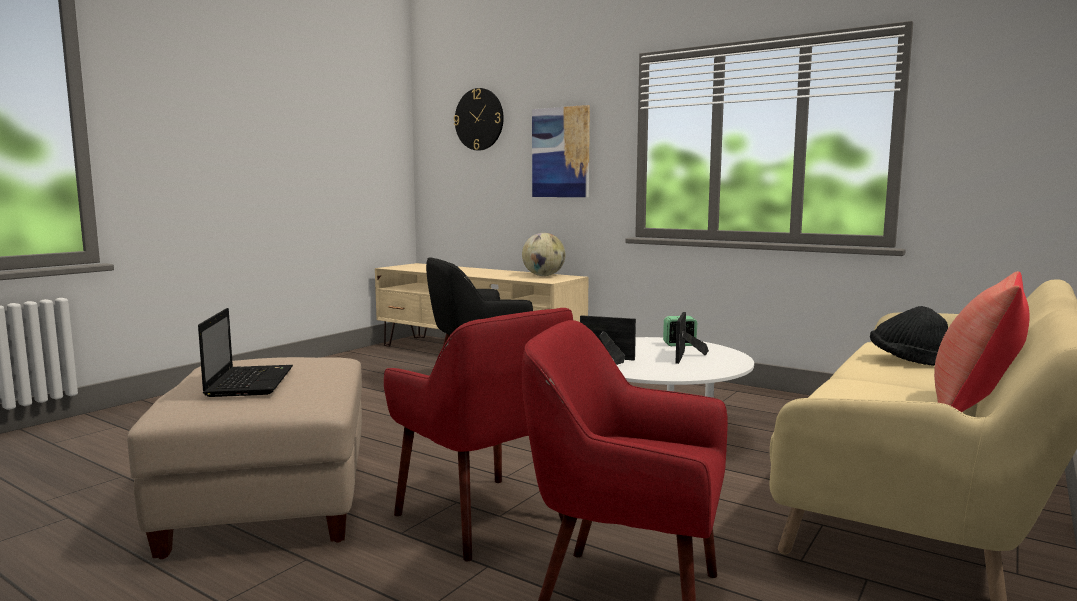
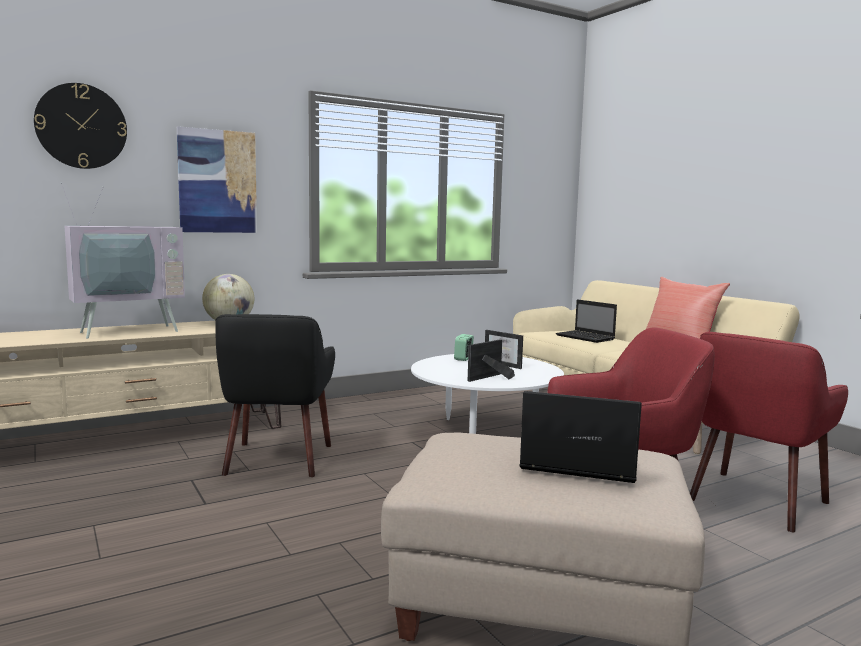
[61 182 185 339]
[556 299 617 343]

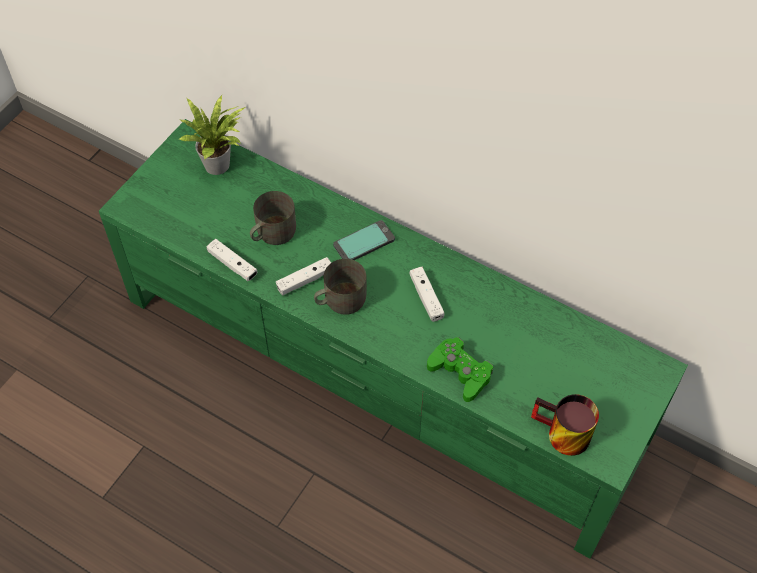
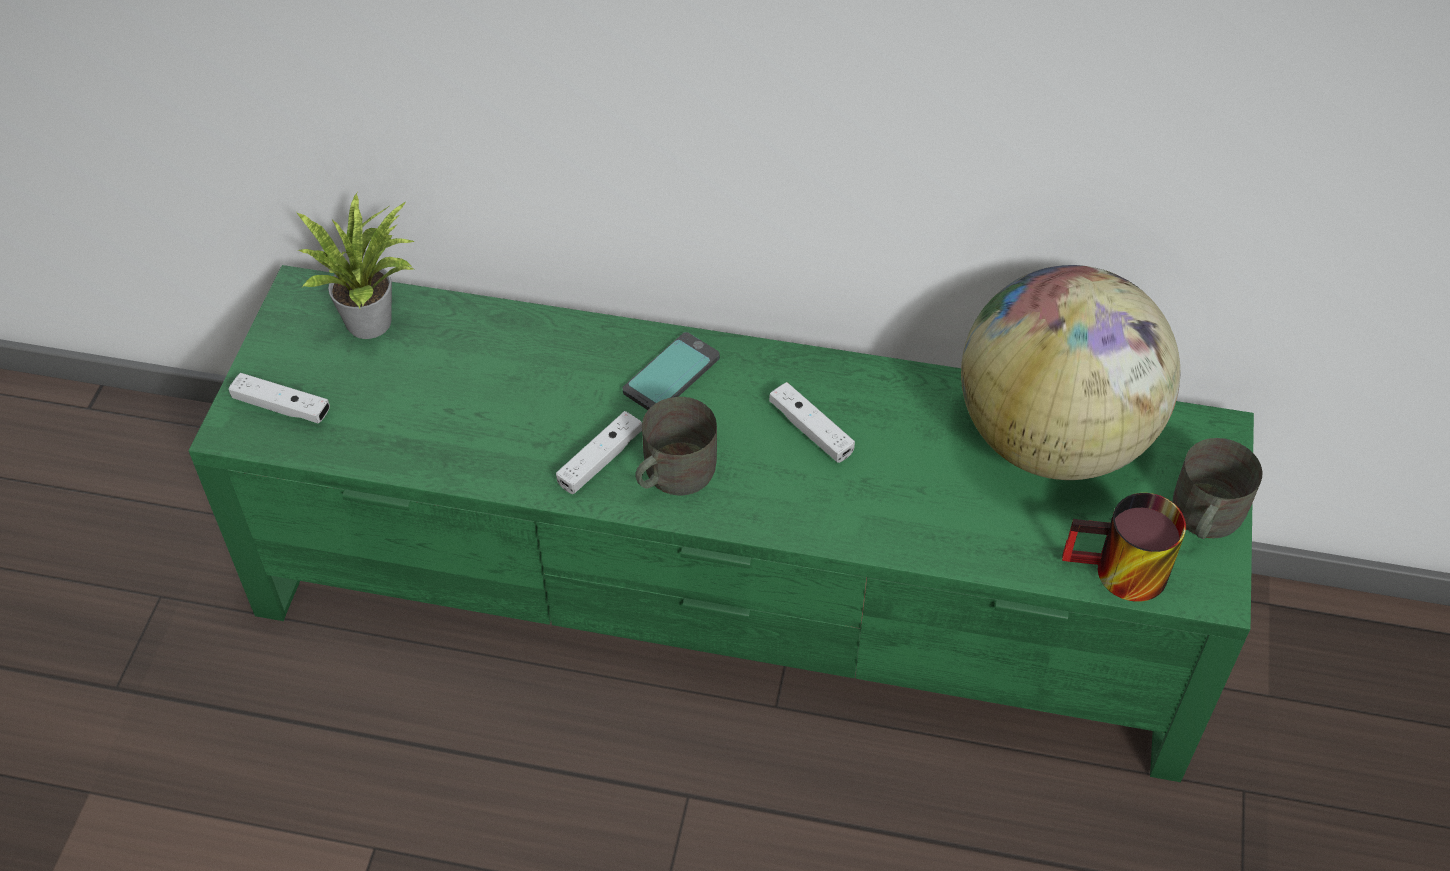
[228 373 330 423]
[961 265 1180 480]
[1173 438 1262 539]
[427 337 493 402] (first image)

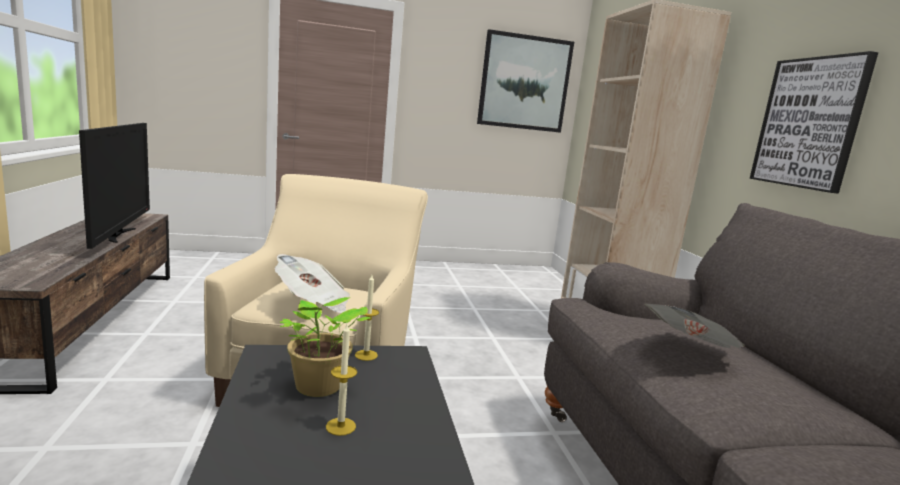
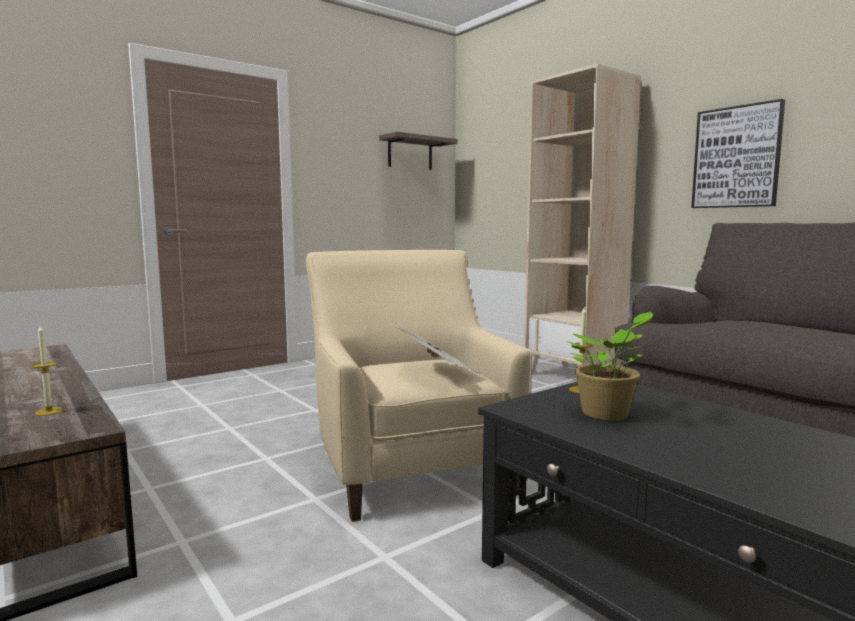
[32 325 63 416]
[379 132 458 170]
[79 123 150 249] (first image)
[644 303 745 349] (first image)

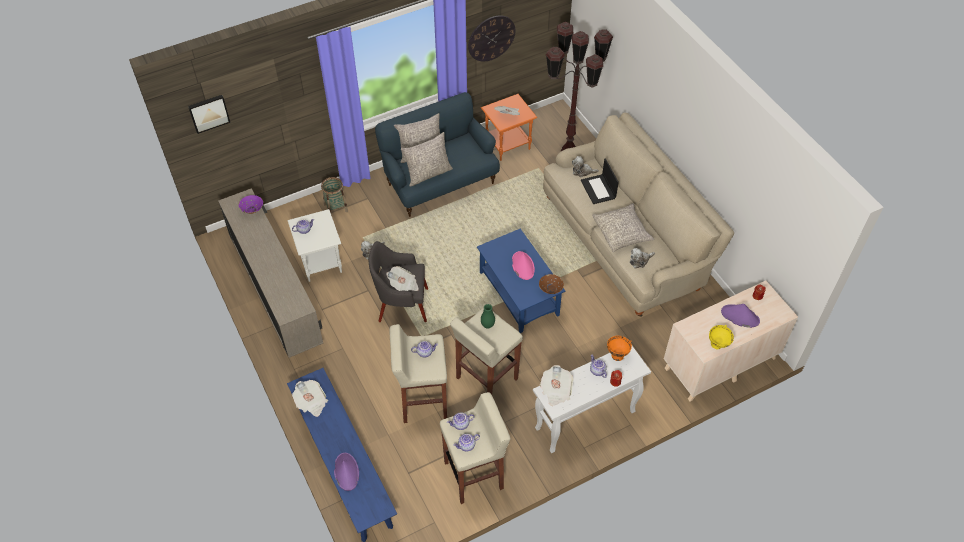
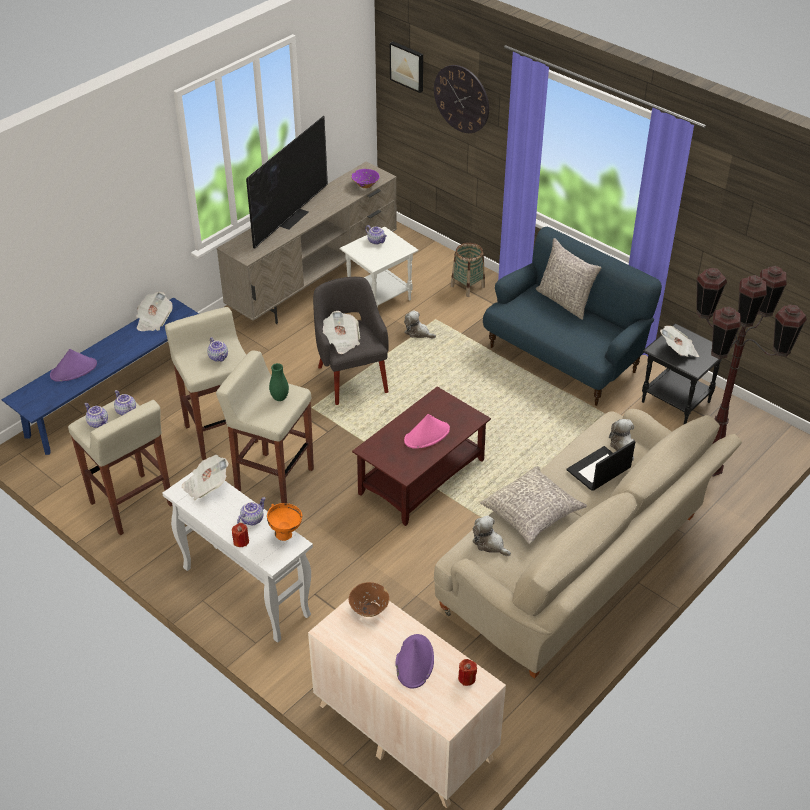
[246 116 328 249]
[349 582 390 617]
[352 387 491 526]
[434 65 489 133]
[642 323 730 424]
[401 132 453 186] (first image)
[709 325 734 350] (first image)

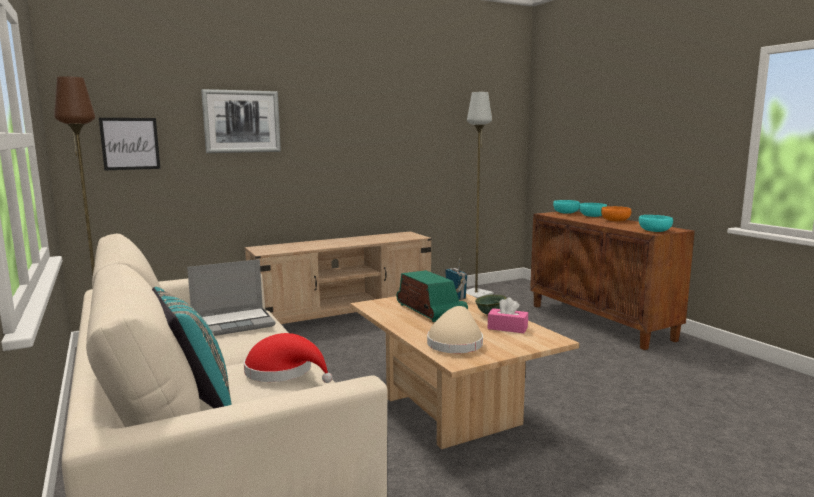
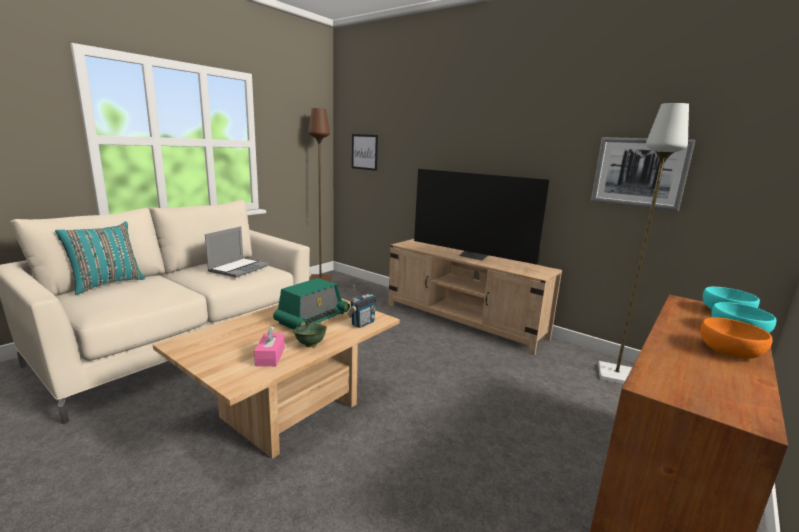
[205 226 269 277]
[414 169 549 265]
[591 137 695 211]
[244 333 332 383] (first image)
[427 306 483 353] (first image)
[639 215 673 232] (first image)

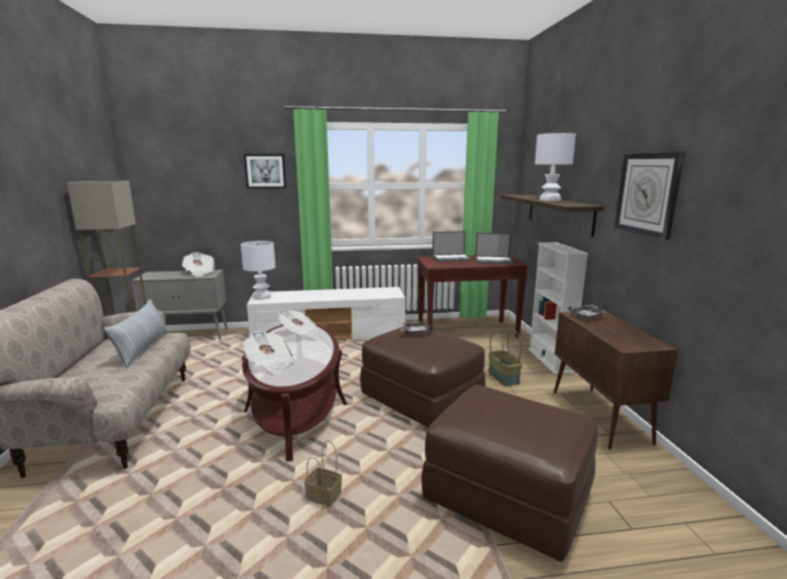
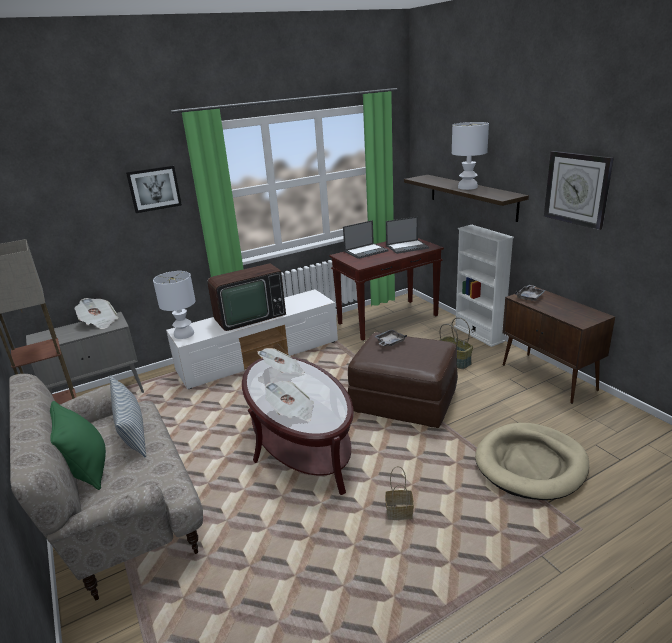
[50 401 106 490]
[207 263 286 331]
[475 423 589 500]

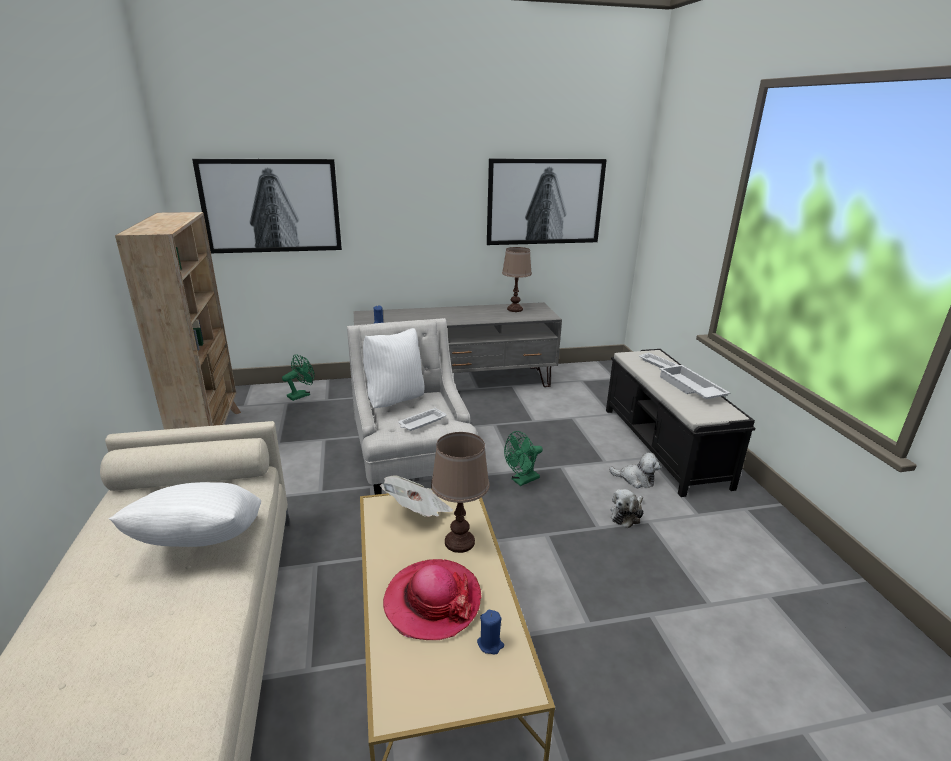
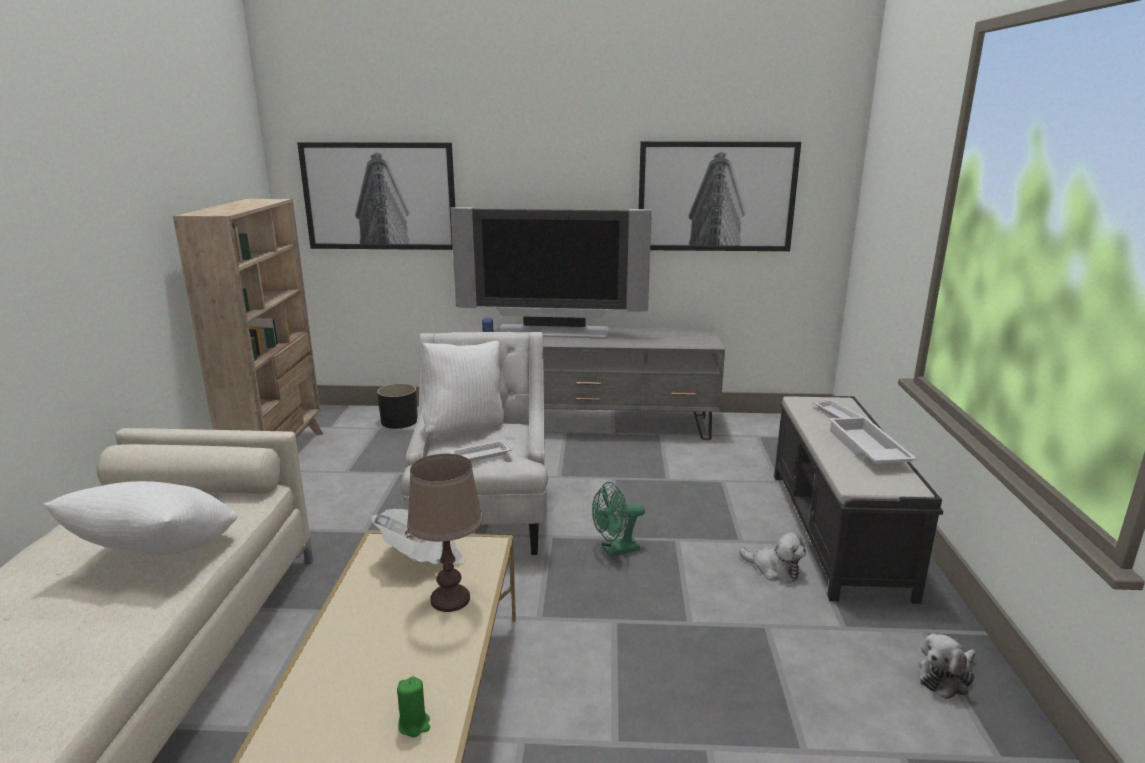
[377 383 418 429]
[397 676 430 737]
[450 207 652 338]
[918 634 976 699]
[383 559 481 640] (first image)
[502 247 532 312] (first image)

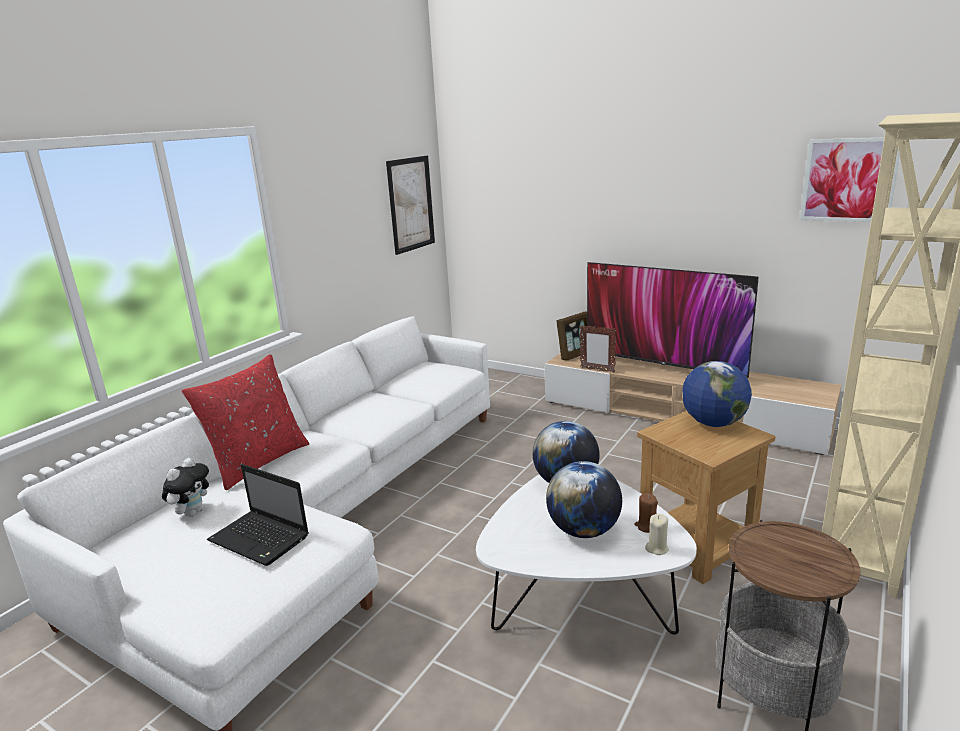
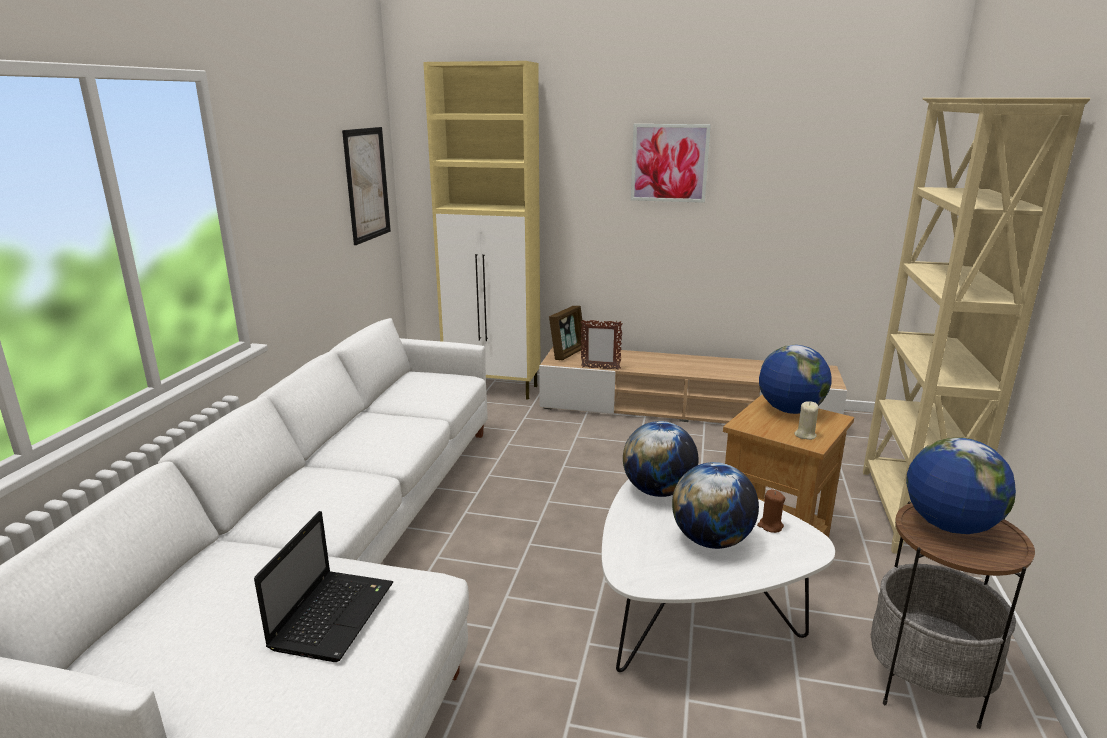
[254 511 393 662]
[423 61 541 400]
[631 124 711 203]
[795 401 819 440]
[906 438 1016 534]
[162 458 209 517] (first image)
[182 354 309 490] (first image)
[587 262 758 378] (first image)

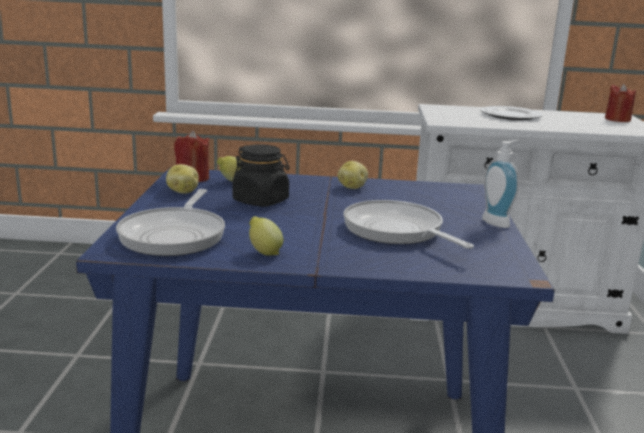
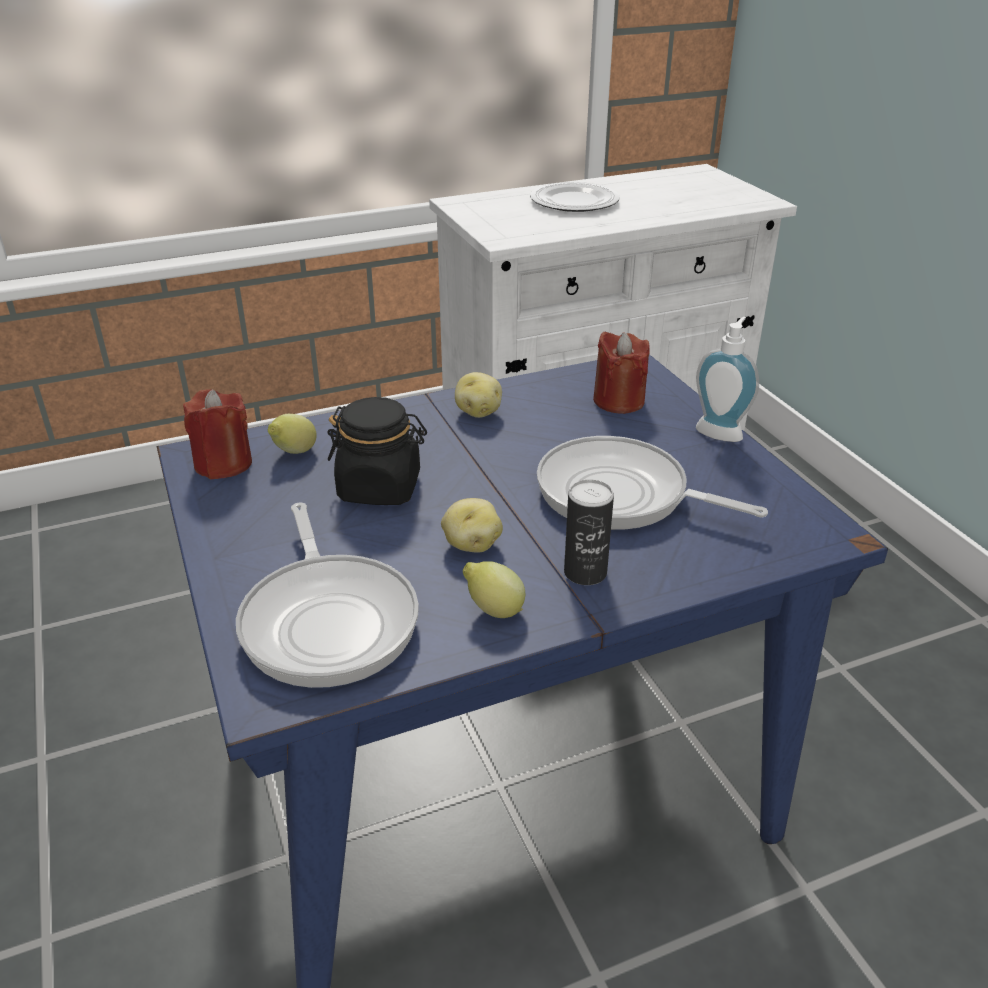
[441 498 503 553]
[564 480 614 585]
[593 331 650 414]

